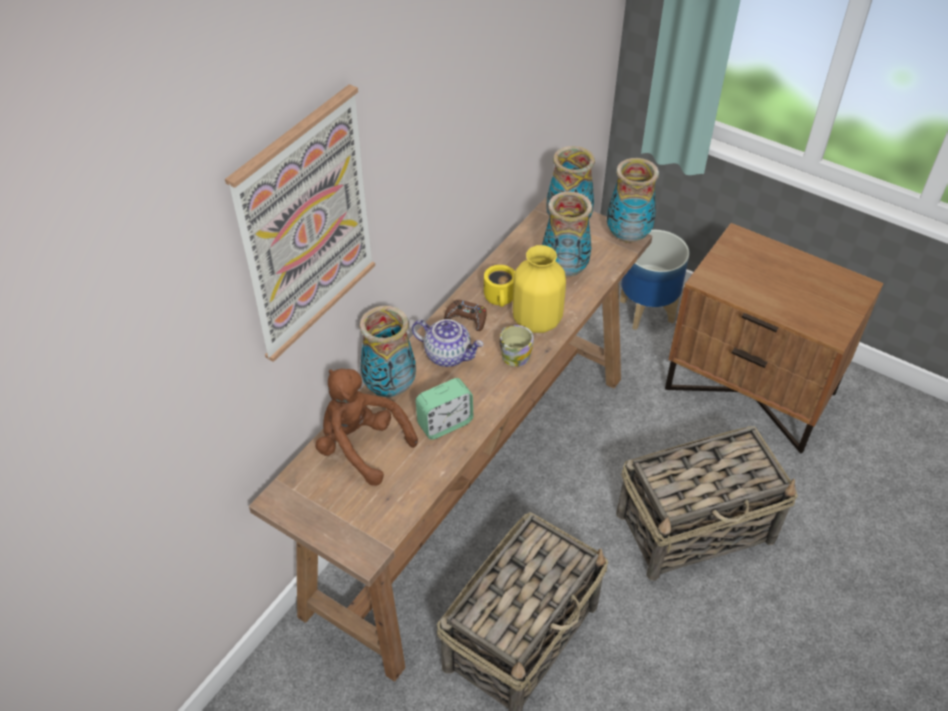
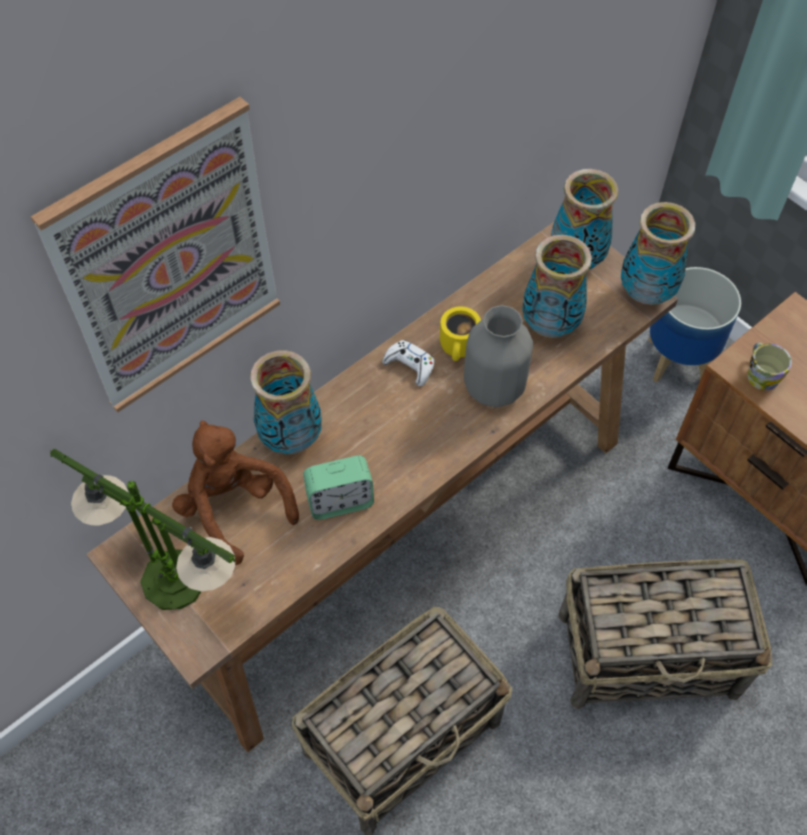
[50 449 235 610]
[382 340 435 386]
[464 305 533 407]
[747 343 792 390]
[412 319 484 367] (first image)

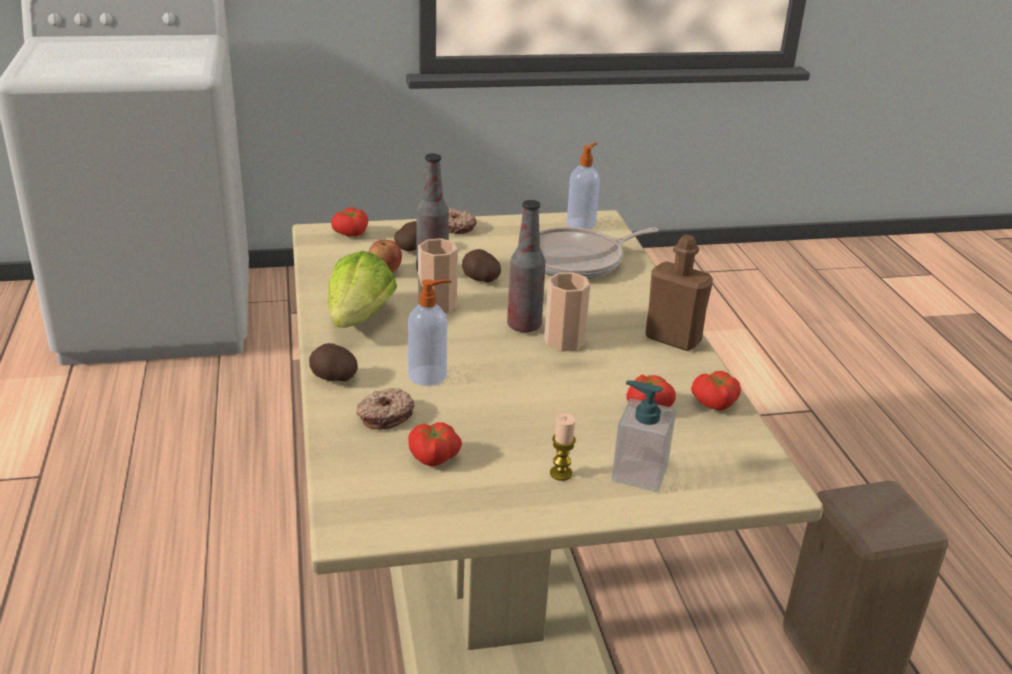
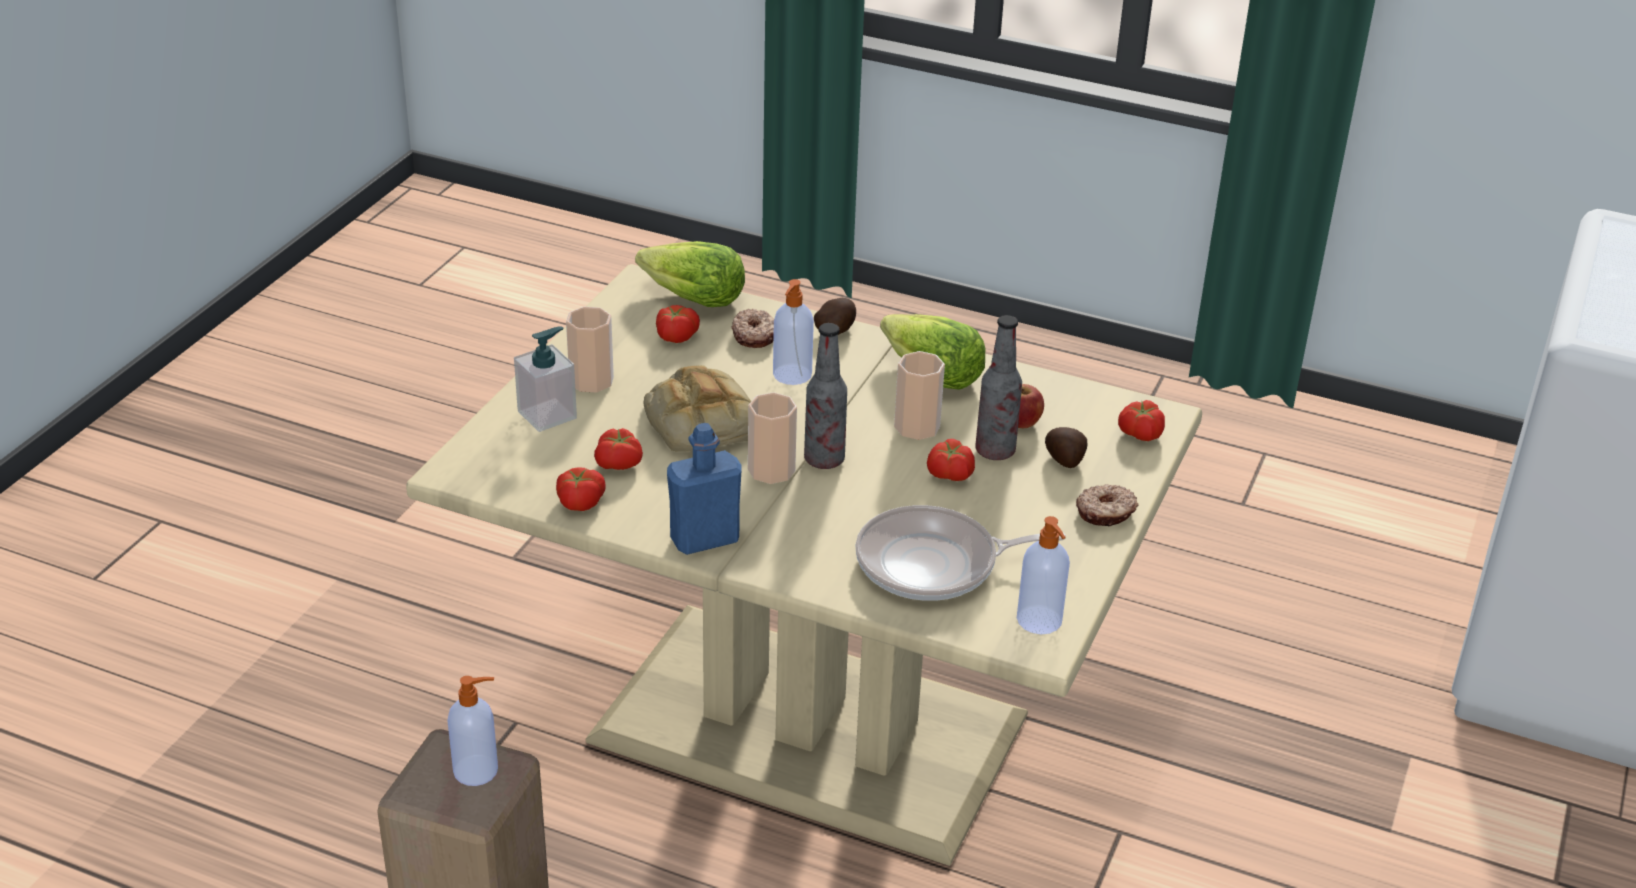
[447 676 498 786]
[566 307 614 393]
[635 241 745 307]
[644 365 751 452]
[667 423 742 555]
[856 505 1066 601]
[927 439 975 481]

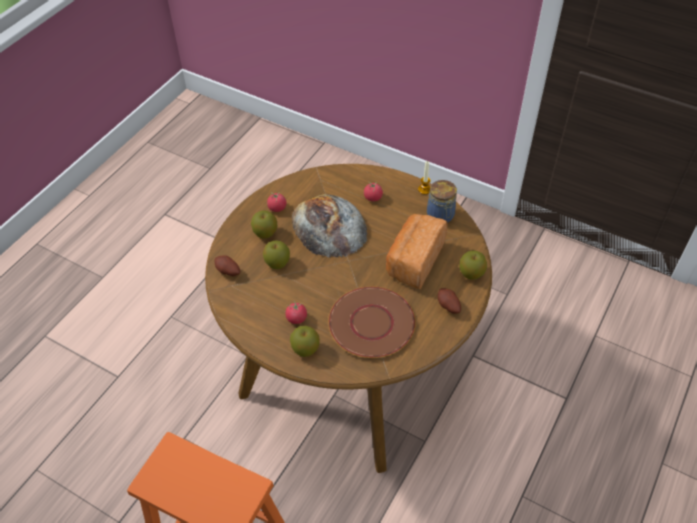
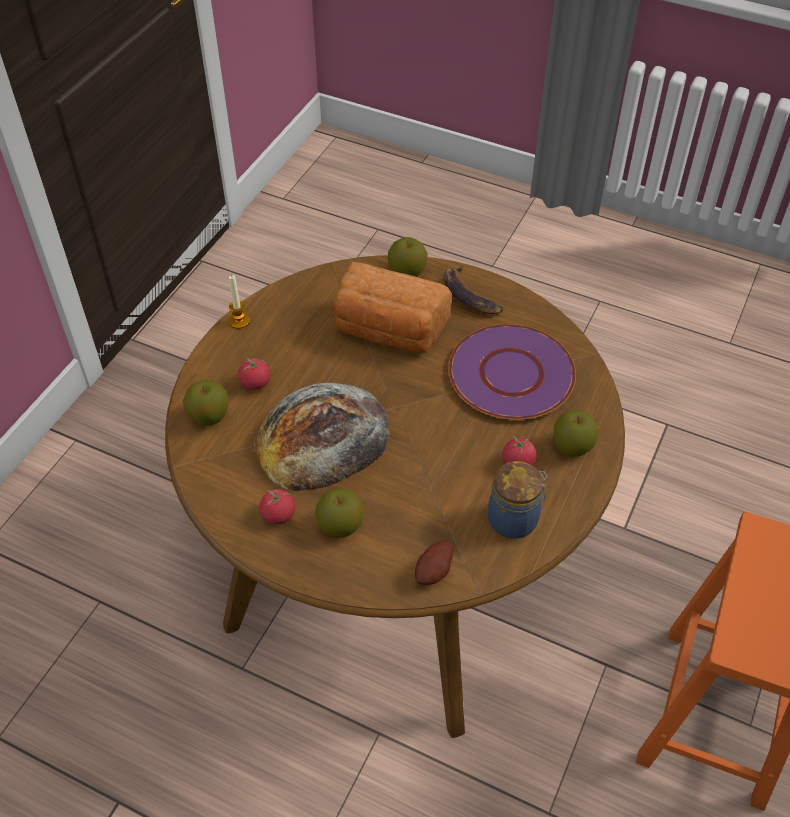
[183 380 228 426]
[444 265 503 314]
[448 324 576 420]
[488 461 548 539]

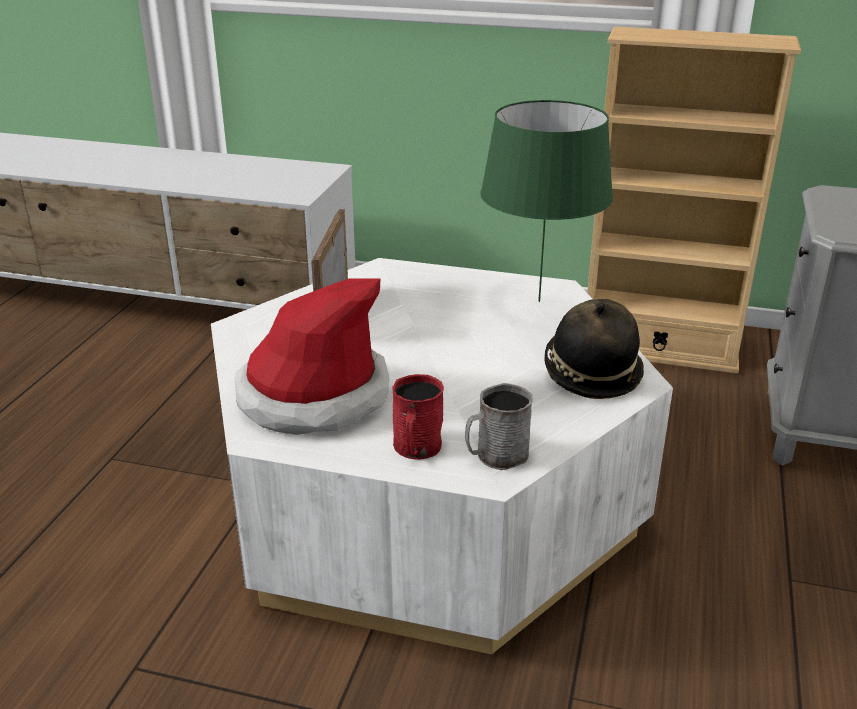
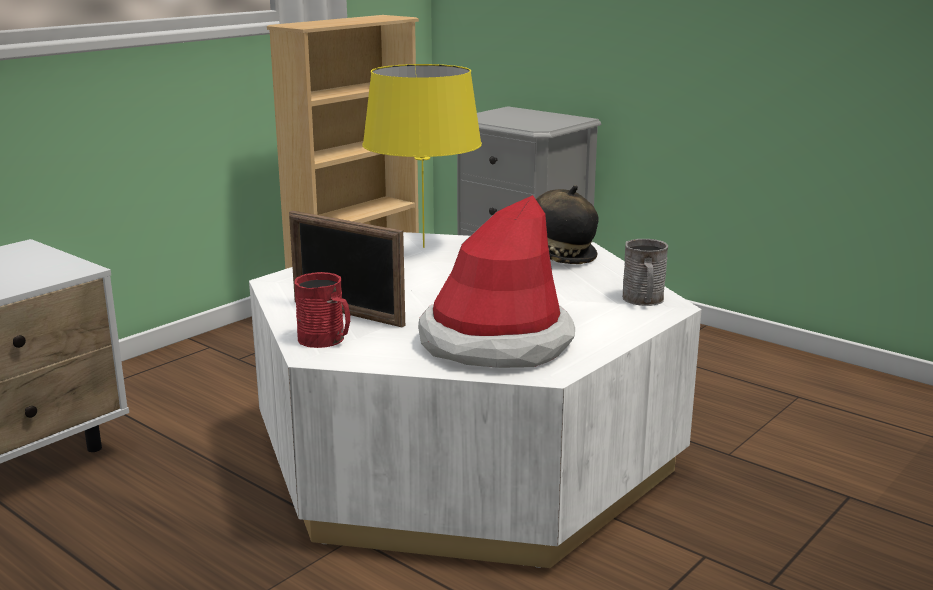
[295 272 350 348]
[362 64 482 248]

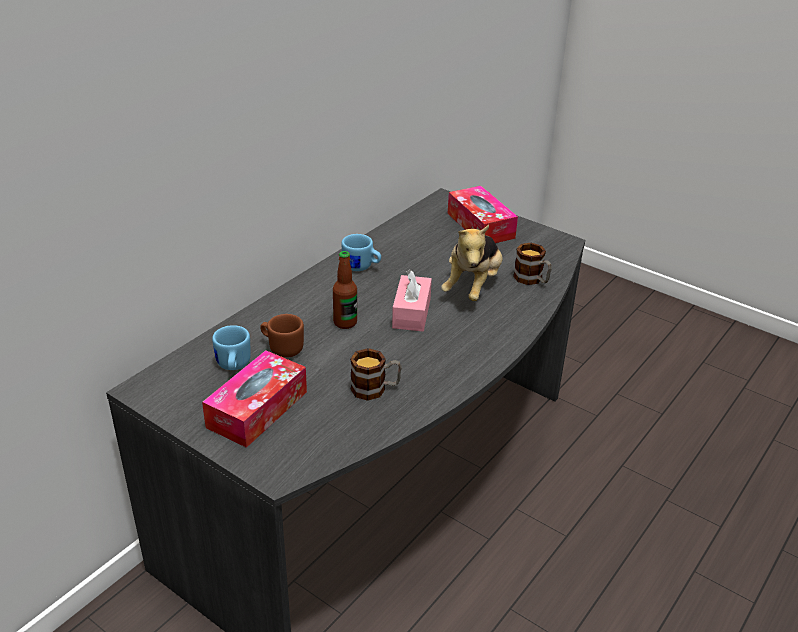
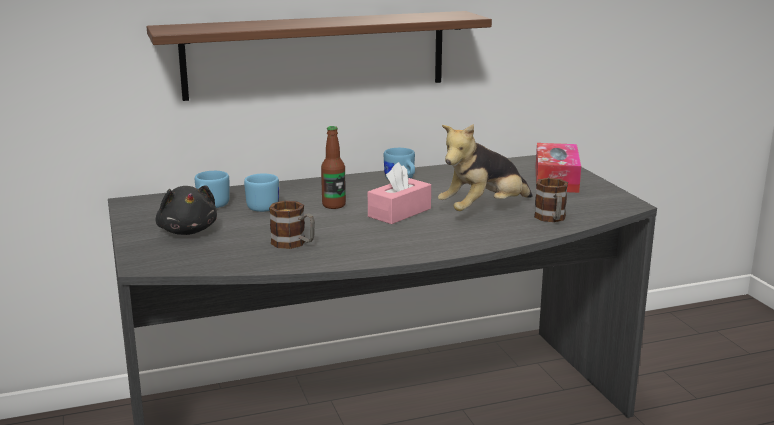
[147 11 492 101]
[156 185 217 235]
[244 173 279 212]

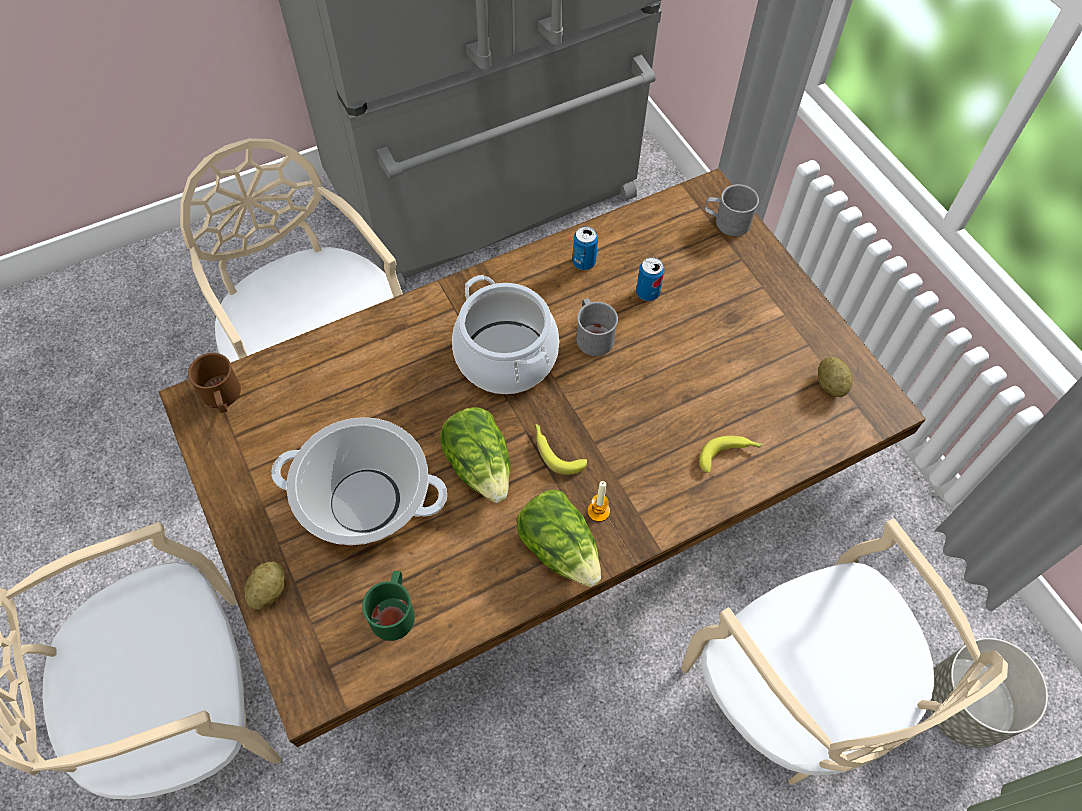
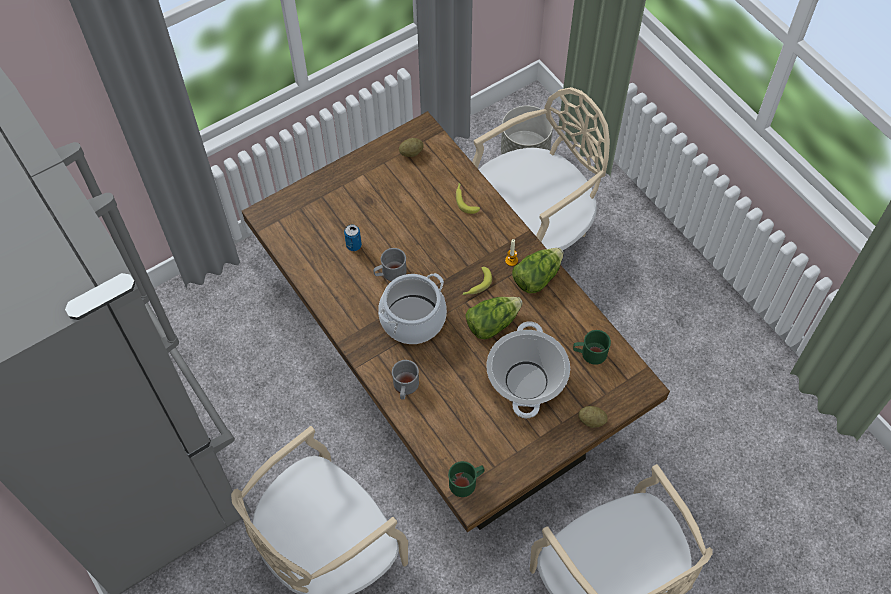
[392 360 419 400]
[448 461 484 497]
[572 226 598 270] (first image)

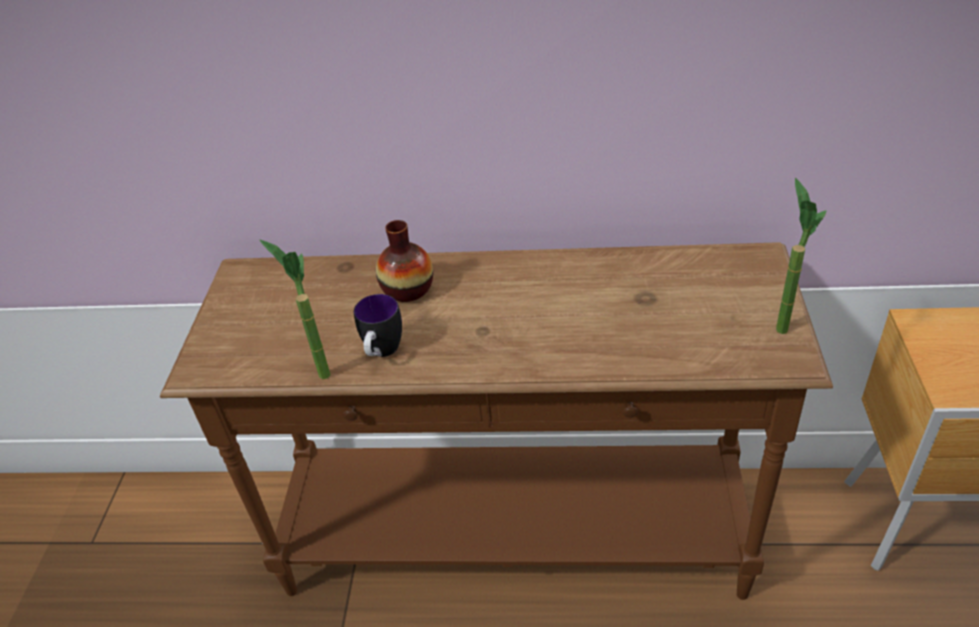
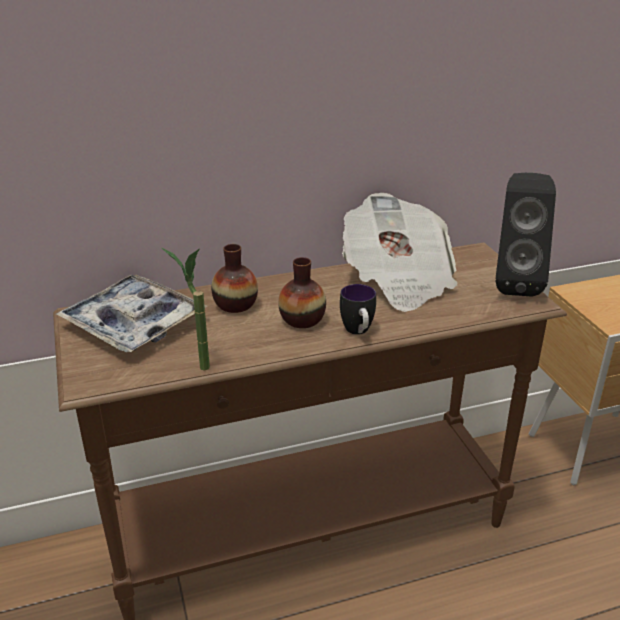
[56 275 207 352]
[278 257 326 328]
[340 284 376 335]
[342 193 457 312]
[496 173 556 297]

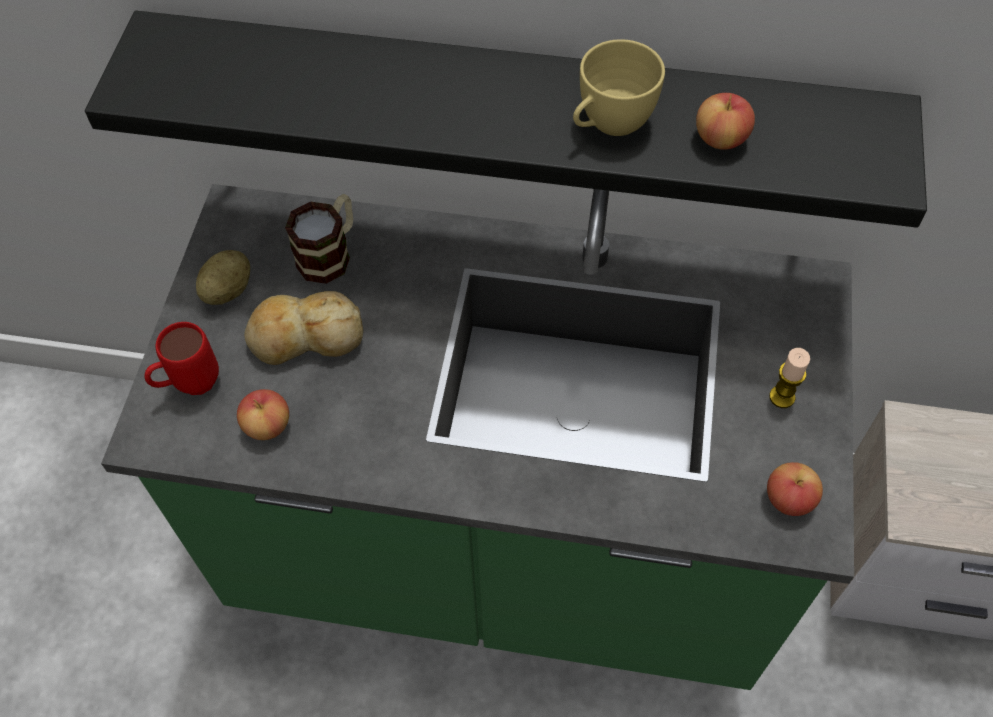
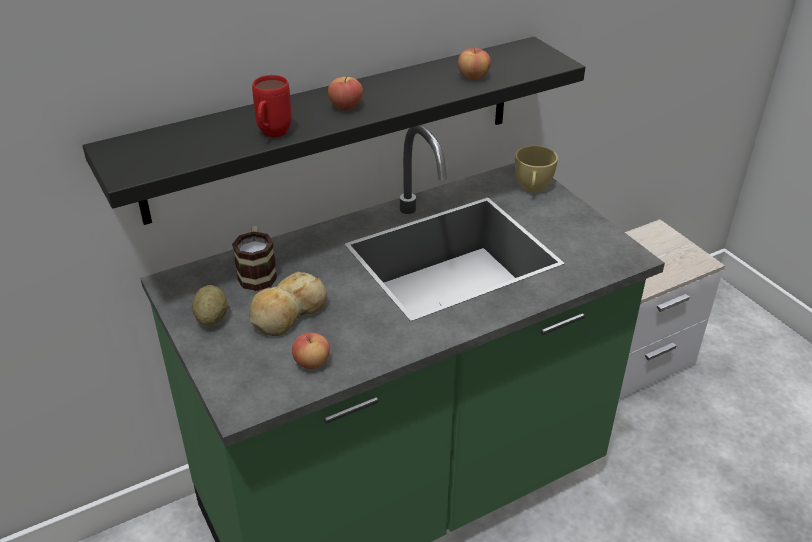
[252 75 292 137]
[328 75 363 110]
[515 146 558 193]
[769 348 810 408] (first image)

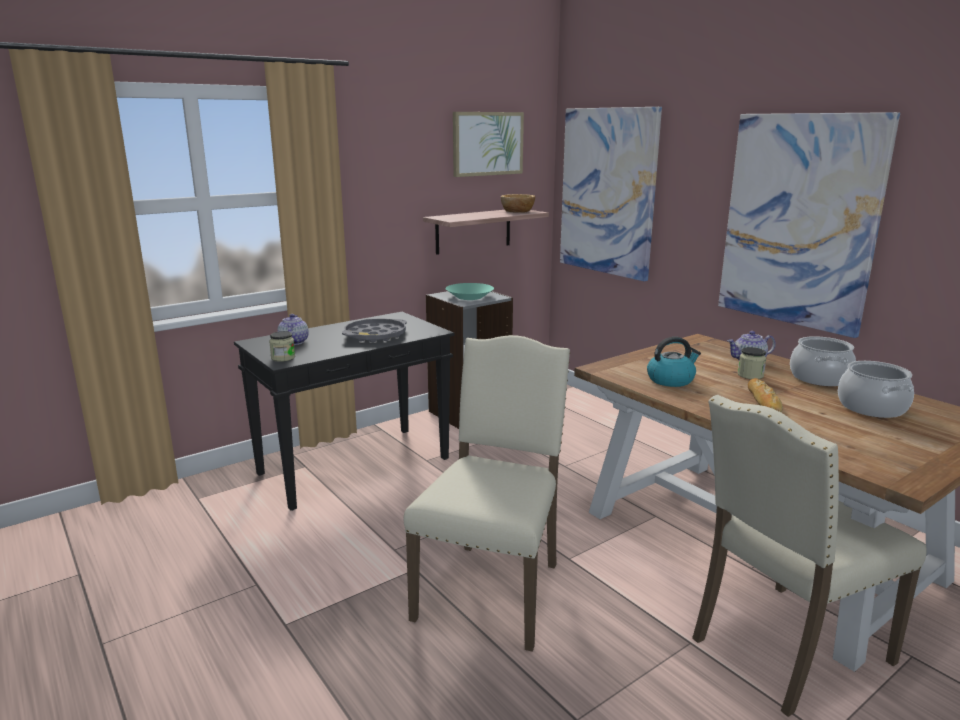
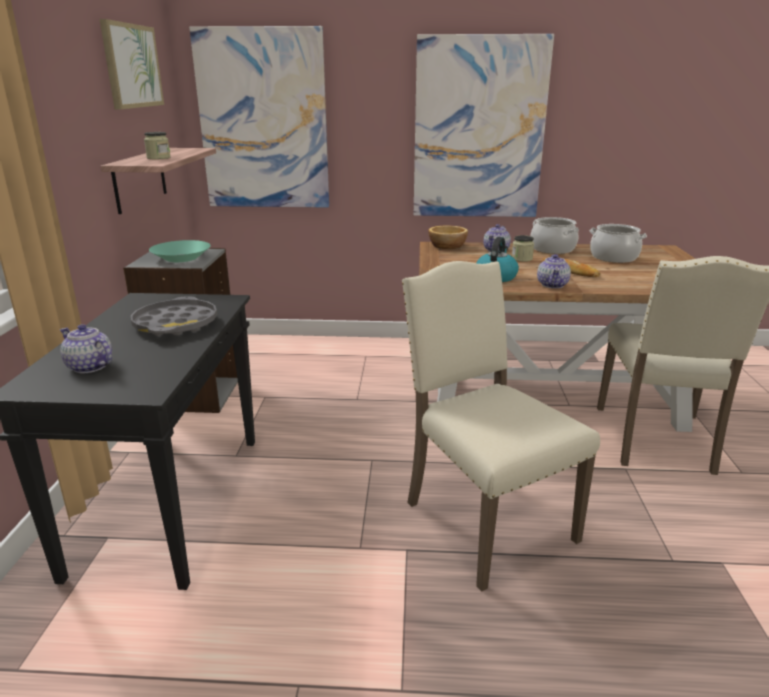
[144 132 171 159]
[428 225 468 249]
[537 254 571 288]

